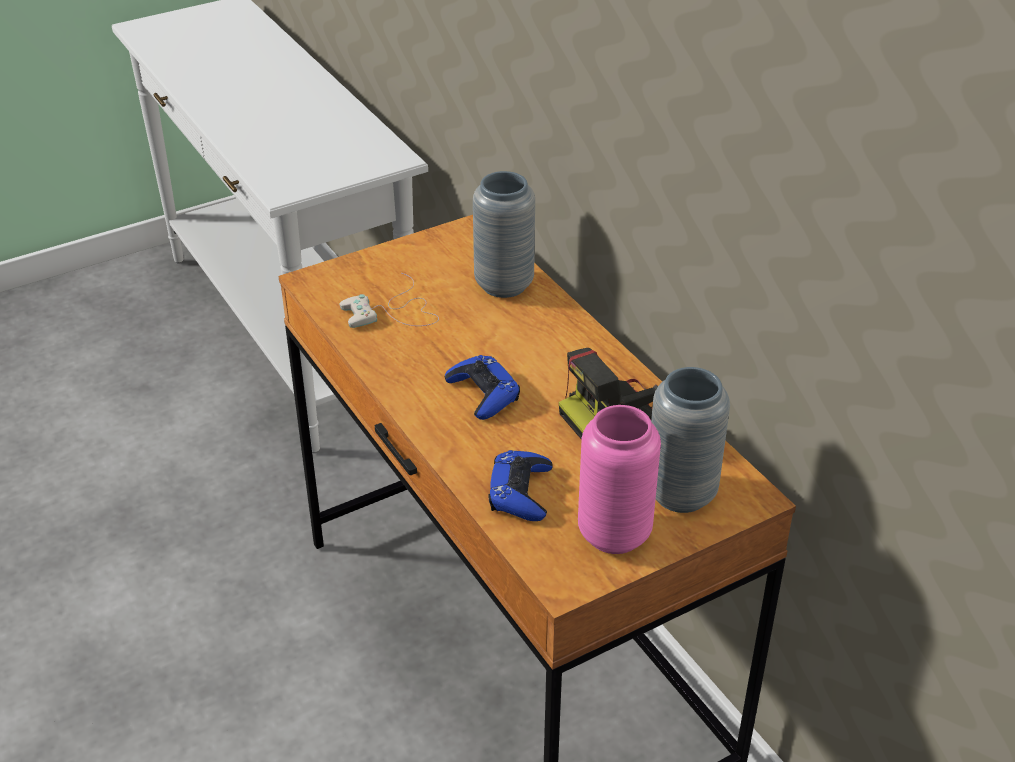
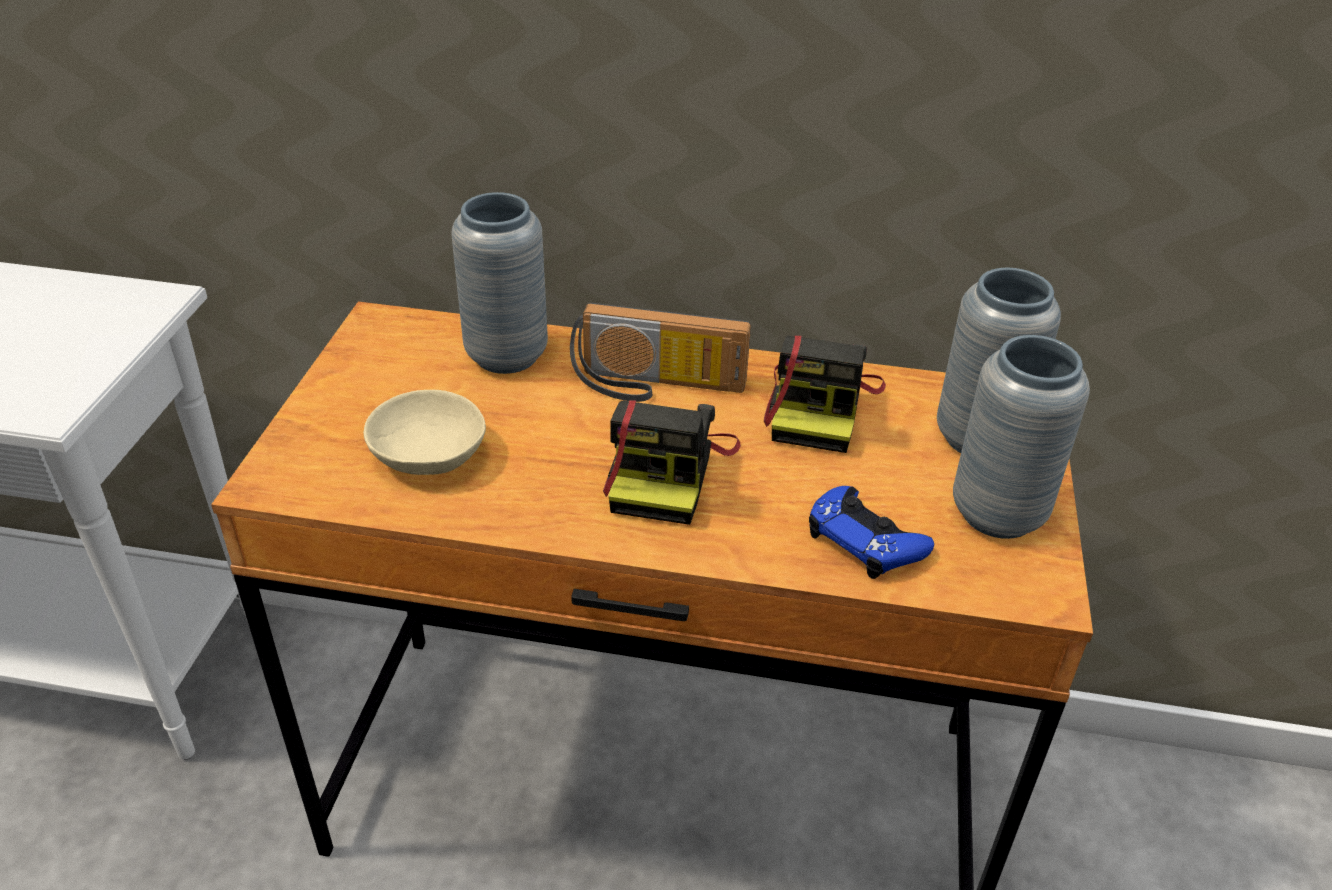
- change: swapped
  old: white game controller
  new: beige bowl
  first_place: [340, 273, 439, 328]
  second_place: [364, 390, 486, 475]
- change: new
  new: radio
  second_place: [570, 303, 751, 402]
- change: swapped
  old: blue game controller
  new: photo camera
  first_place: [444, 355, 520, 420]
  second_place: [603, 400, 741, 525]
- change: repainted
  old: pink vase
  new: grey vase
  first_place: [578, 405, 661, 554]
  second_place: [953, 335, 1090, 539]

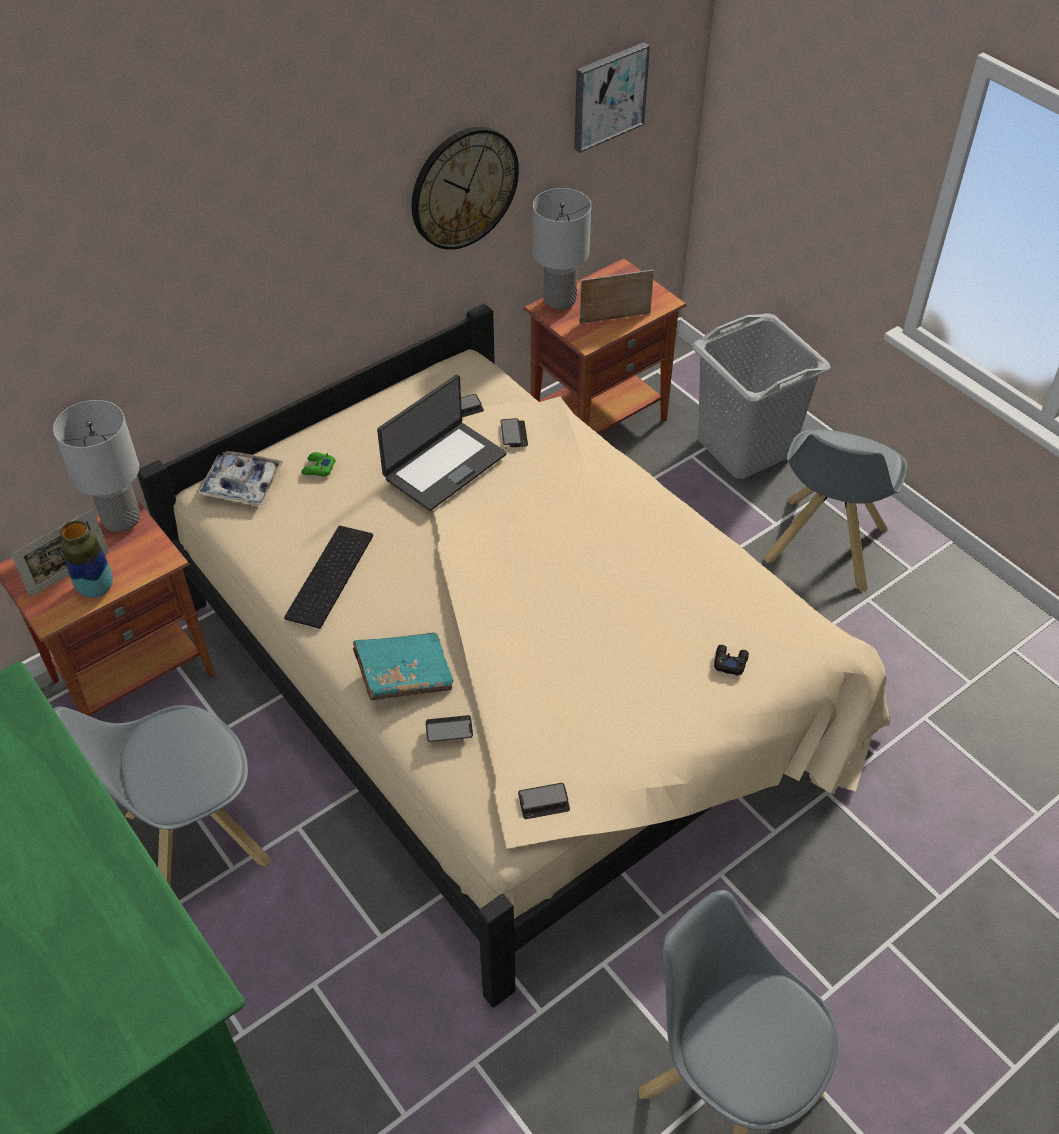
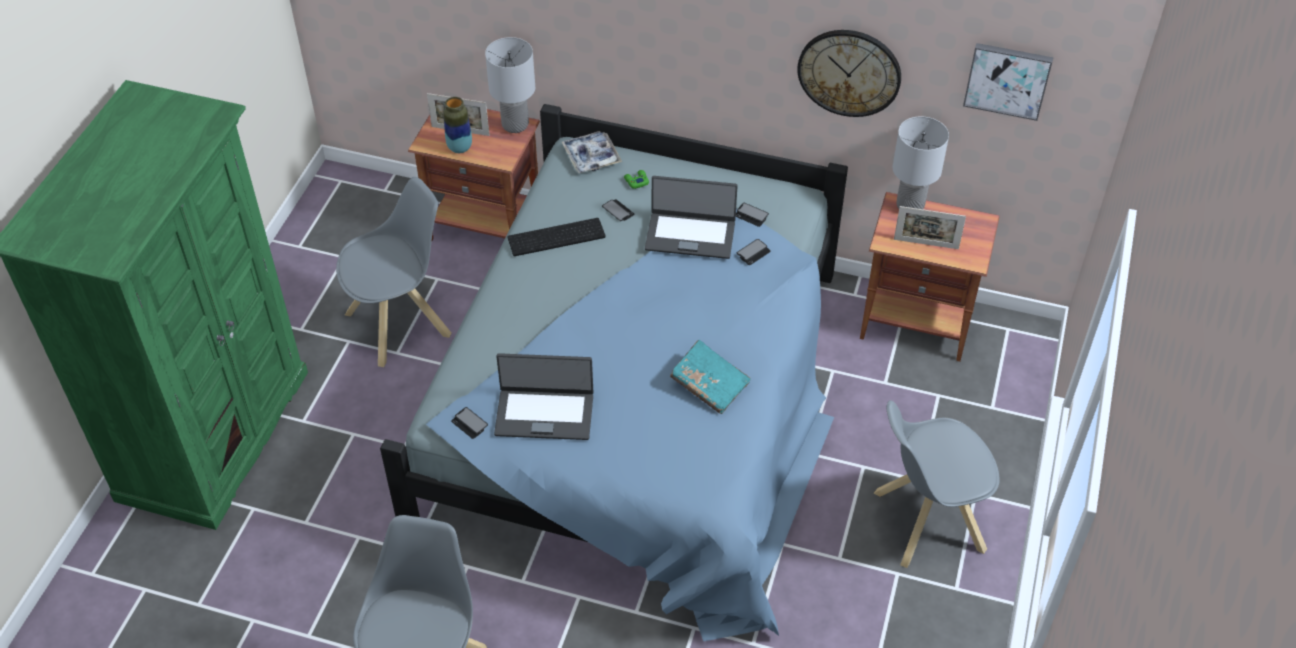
- change: rotated
  old: grey chair
  first_place: [54, 705, 272, 887]
  second_place: [336, 177, 451, 367]
  degrees: 120
- change: repainted
  old: beige bed
  new: blue bed
  first_place: [138, 304, 890, 1007]
  second_place: [380, 104, 848, 641]
- change: new
  new: laptop
  second_place: [494, 353, 593, 440]
- change: shifted
  old: phone
  first_place: [426, 715, 473, 742]
  second_place: [602, 199, 634, 221]
- change: shifted
  old: turquoise book
  first_place: [353, 632, 454, 700]
  second_place: [670, 340, 751, 414]
- change: rotated
  old: picture frame
  first_place: [579, 269, 654, 324]
  second_place: [894, 206, 966, 249]
  degrees: 150
- change: gone
  old: grey laundry basket
  first_place: [692, 314, 830, 479]
- change: gone
  old: black game controller
  first_place: [714, 645, 749, 676]

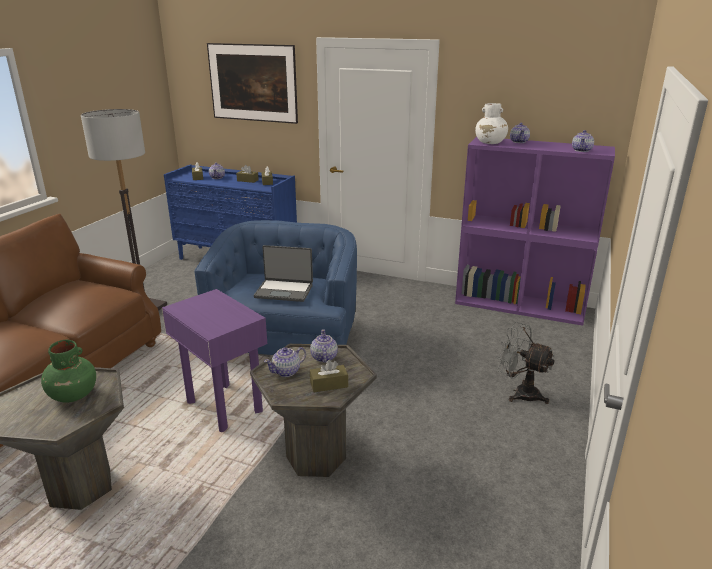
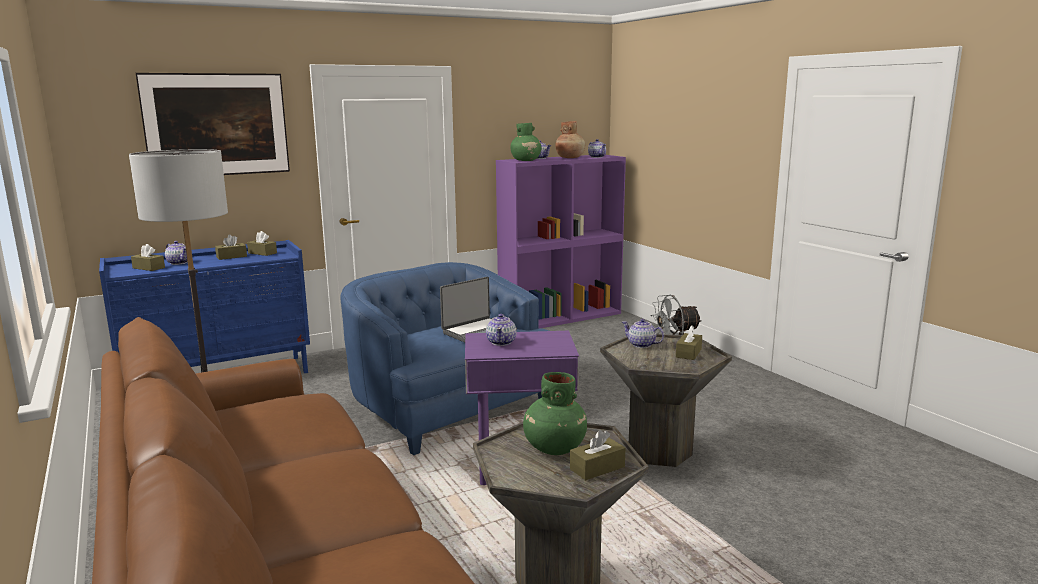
- change: shifted
  old: teapot
  first_place: [264, 347, 306, 377]
  second_place: [486, 314, 516, 346]
- change: repainted
  old: white vase
  new: green vase
  first_place: [475, 103, 508, 144]
  second_place: [510, 123, 541, 161]
- change: new
  new: brown vase
  second_place: [555, 121, 585, 158]
- change: new
  new: brown tissue box
  second_place: [570, 430, 626, 480]

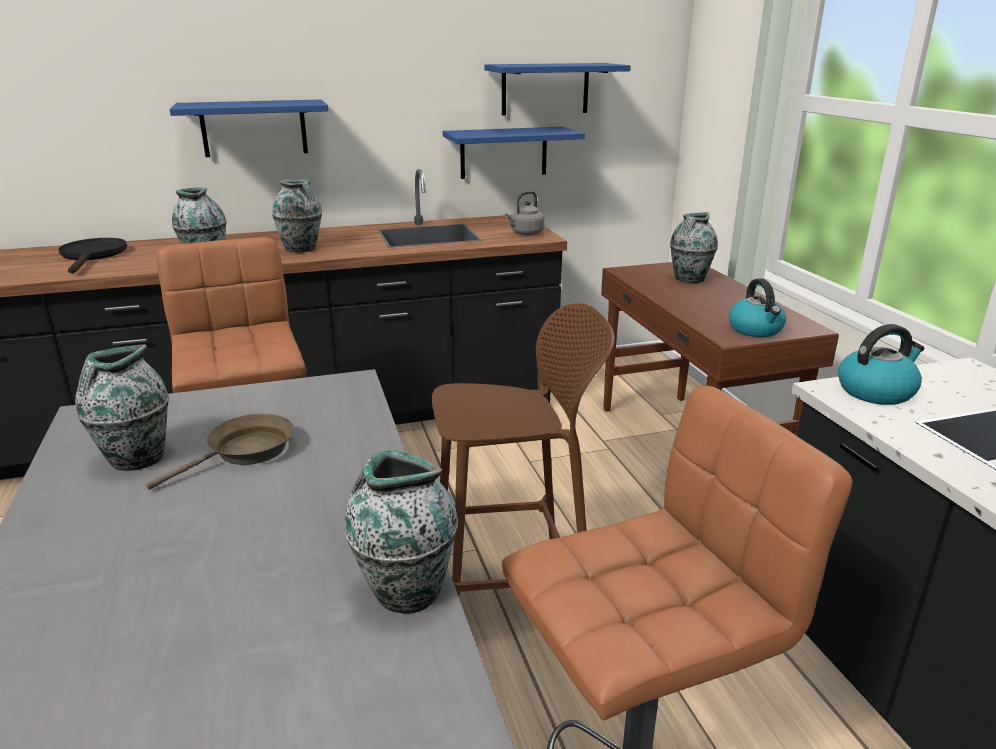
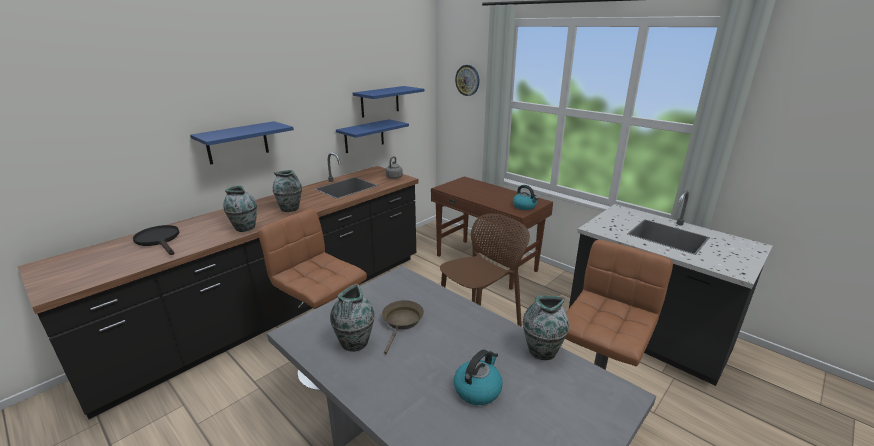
- change: shifted
  old: kettle
  first_place: [838, 324, 924, 405]
  second_place: [454, 350, 503, 405]
- change: new
  new: wall clock
  second_place: [455, 65, 480, 96]
- change: gone
  old: vase
  first_place: [670, 212, 718, 283]

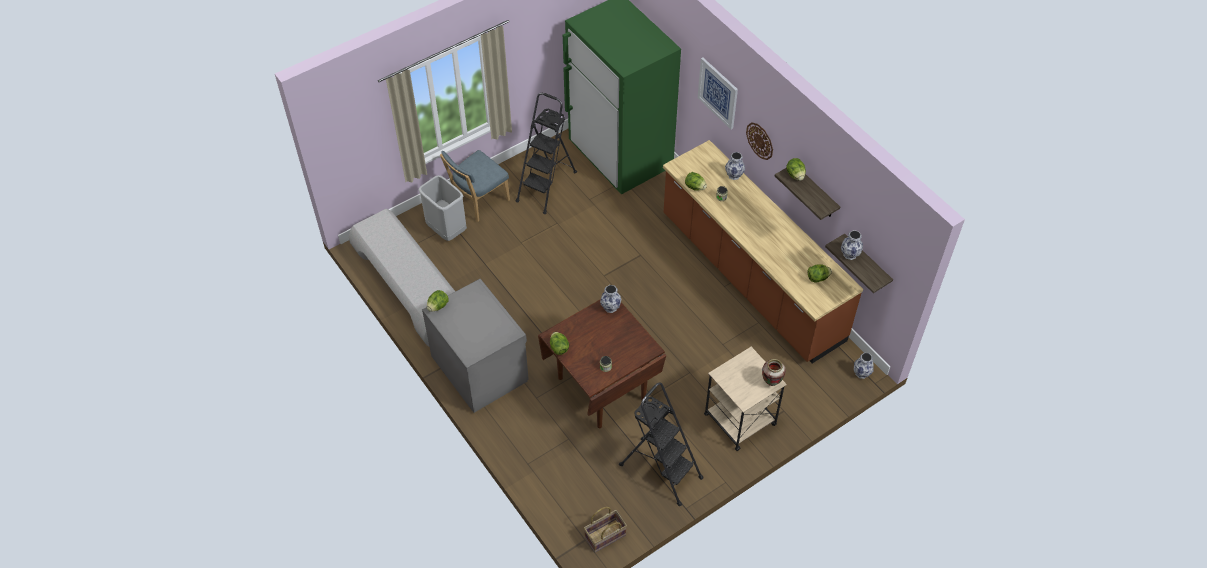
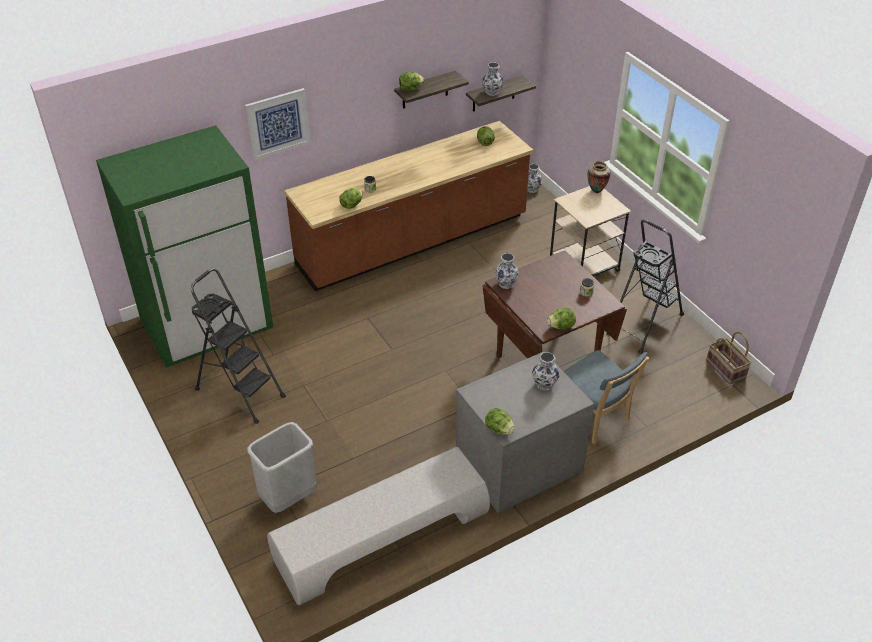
- change: shifted
  old: vase
  first_place: [725, 152, 745, 180]
  second_place: [532, 352, 559, 391]
- change: shifted
  old: blue chair
  first_place: [440, 150, 510, 222]
  second_place: [564, 350, 649, 444]
- change: gone
  old: wall clock
  first_place: [746, 122, 773, 160]

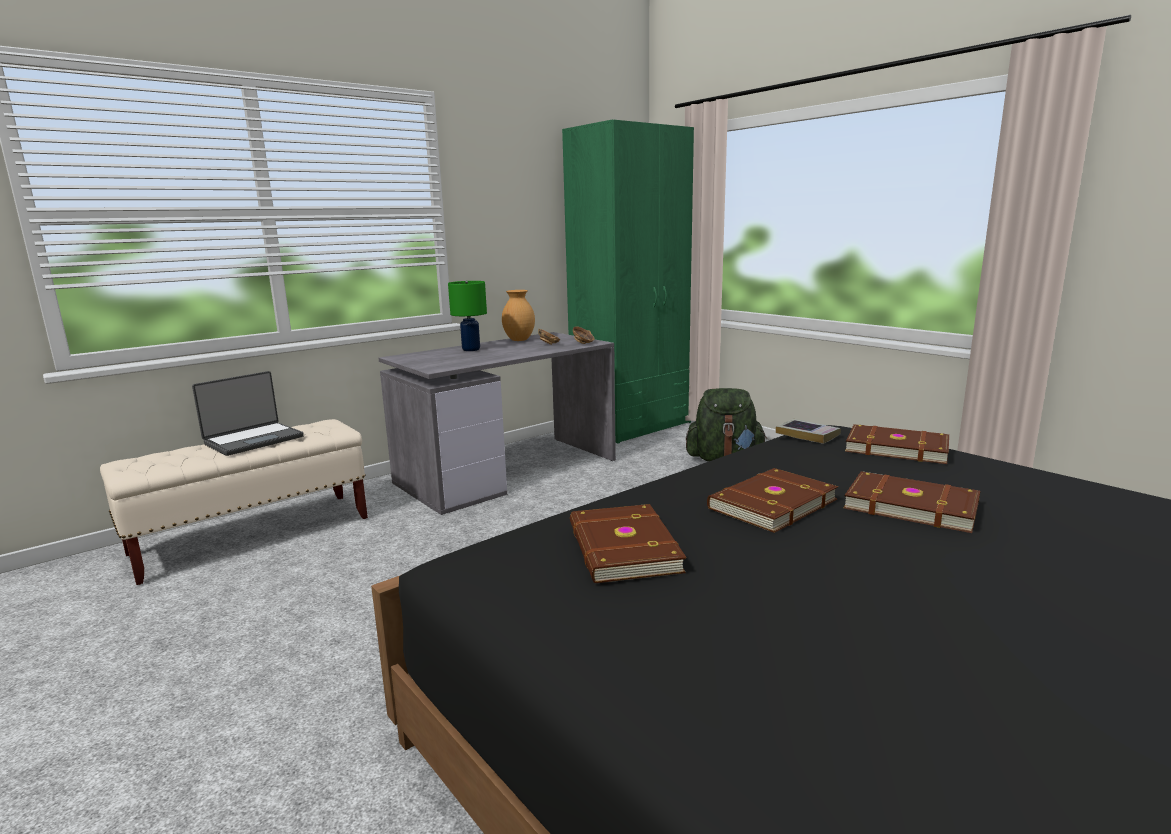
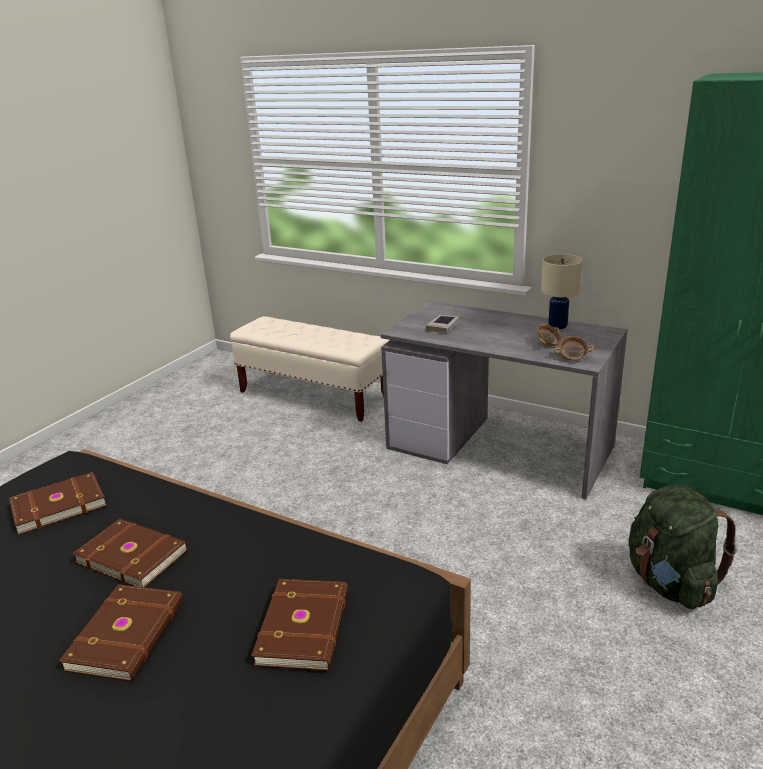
- change: shifted
  old: book
  first_place: [776, 418, 841, 444]
  second_place: [426, 315, 460, 333]
- change: swapped
  old: brown vase
  new: beige table lamp
  first_place: [502, 290, 535, 341]
  second_place: [541, 254, 582, 330]
- change: gone
  old: laptop
  first_place: [192, 371, 304, 456]
- change: gone
  old: green table lamp
  first_place: [448, 281, 487, 351]

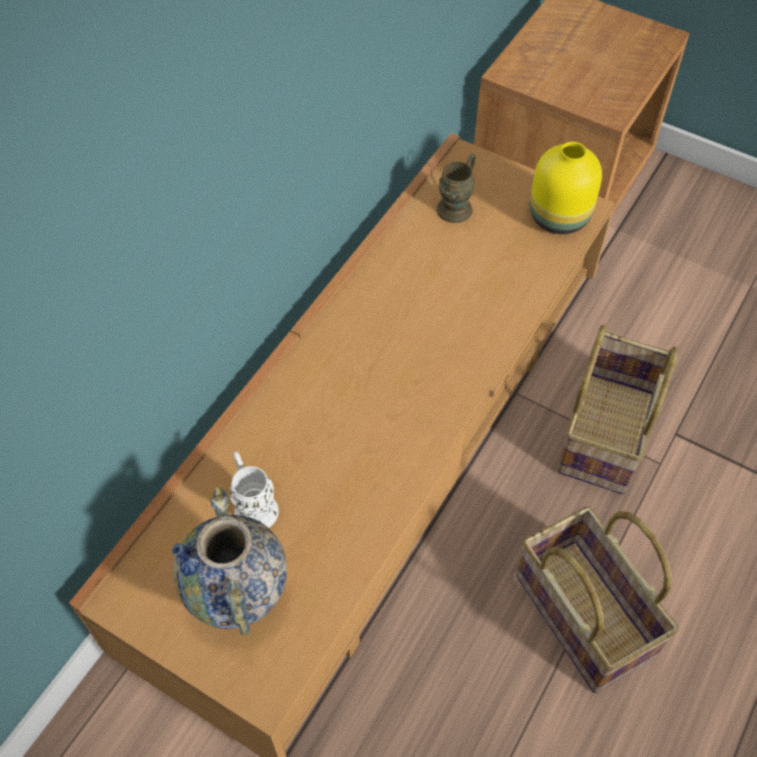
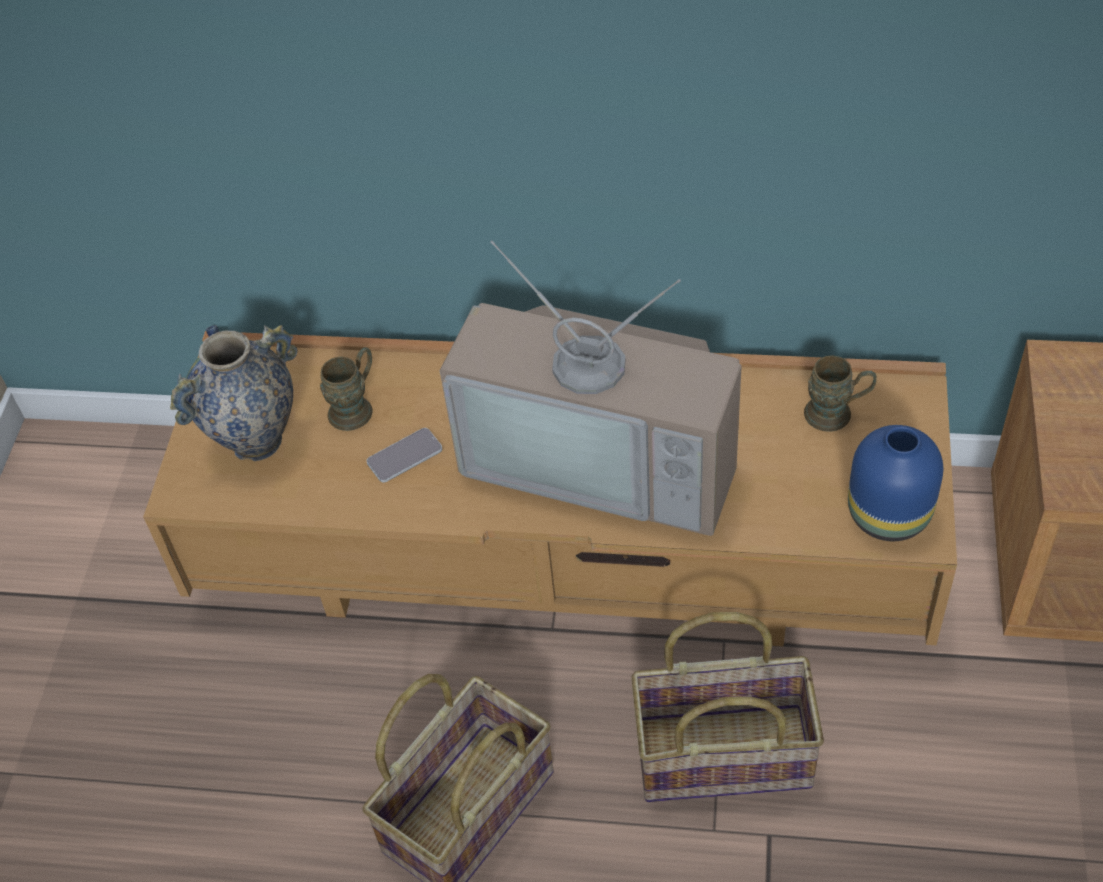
- change: repainted
  old: white mug
  new: brown mug
  first_place: [230, 451, 279, 528]
  second_place: [320, 347, 373, 431]
- change: new
  new: phone
  second_place: [366, 428, 442, 483]
- change: new
  new: television
  second_place: [440, 240, 742, 536]
- change: repainted
  old: yellow vase
  new: blue vase
  first_place: [530, 142, 602, 234]
  second_place: [848, 425, 943, 541]

